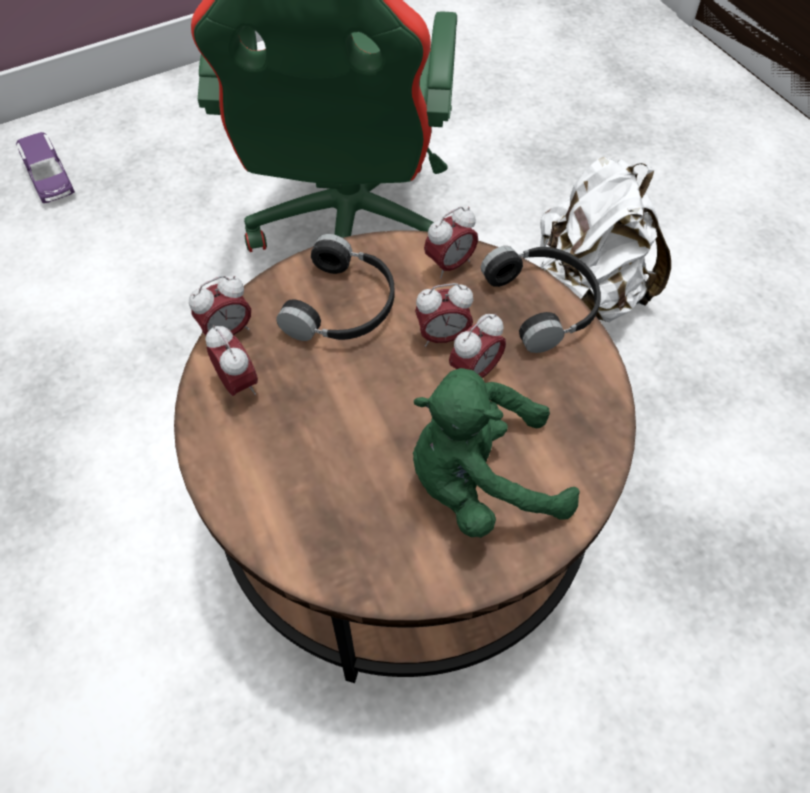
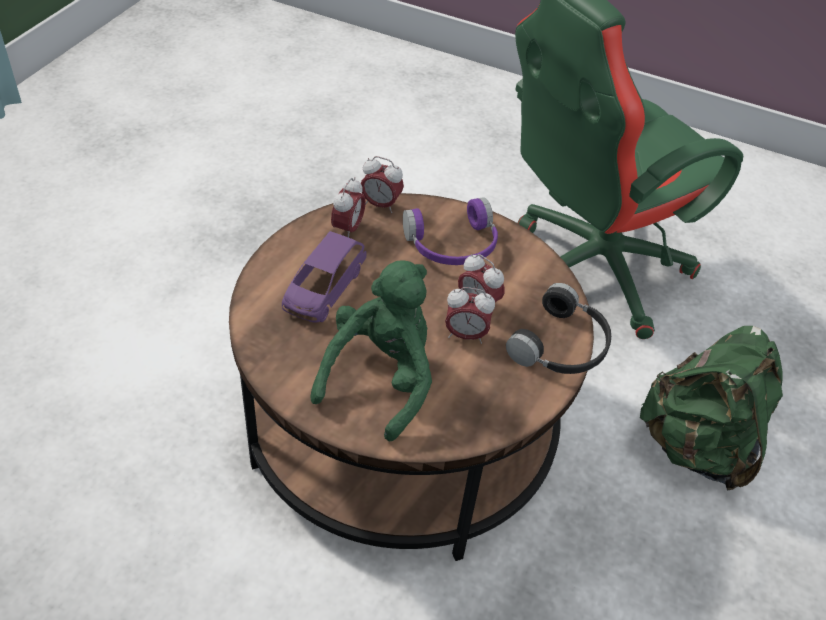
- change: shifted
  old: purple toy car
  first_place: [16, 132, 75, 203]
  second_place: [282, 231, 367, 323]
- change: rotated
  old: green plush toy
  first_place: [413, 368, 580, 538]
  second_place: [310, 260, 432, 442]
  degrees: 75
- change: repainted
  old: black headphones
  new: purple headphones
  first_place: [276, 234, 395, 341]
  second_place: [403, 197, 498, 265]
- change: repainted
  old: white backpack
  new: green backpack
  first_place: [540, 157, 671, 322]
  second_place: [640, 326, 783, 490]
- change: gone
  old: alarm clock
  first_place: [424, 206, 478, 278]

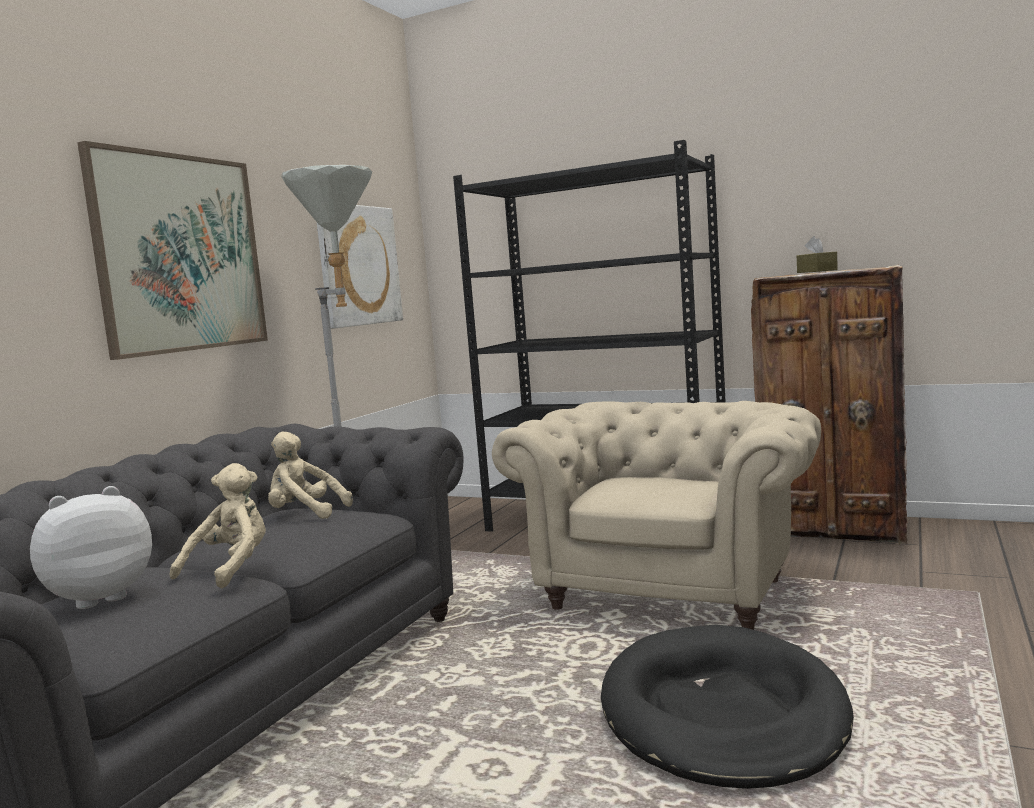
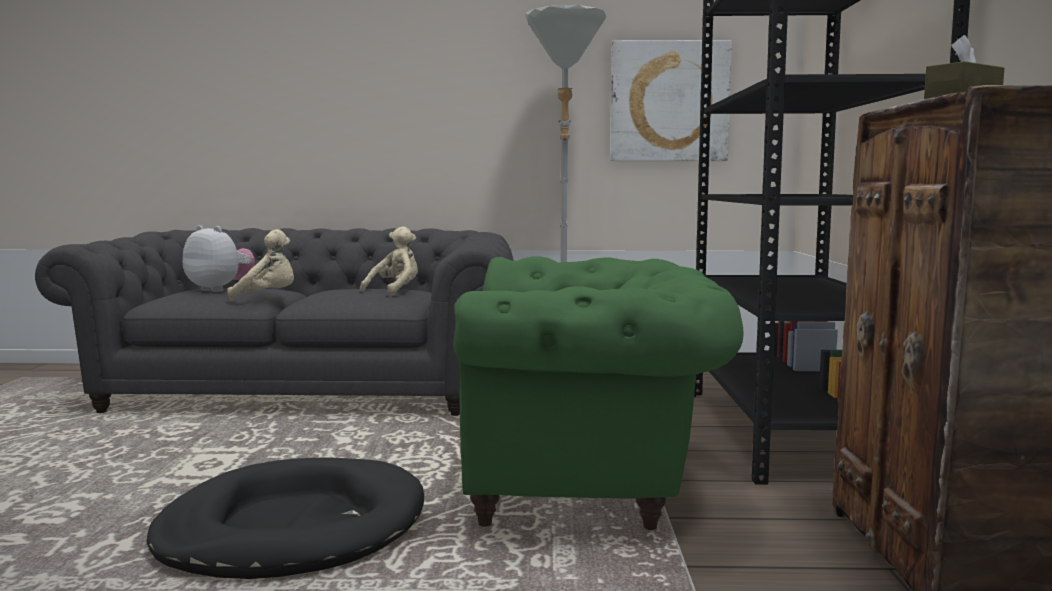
- change: rotated
  old: beige plush toy
  first_place: [268, 432, 353, 519]
  second_place: [360, 226, 418, 297]
  degrees: 45
- change: repainted
  old: beige armchair
  new: green armchair
  first_place: [492, 401, 821, 630]
  second_place: [453, 257, 743, 530]
- change: gone
  old: picture
  first_place: [77, 141, 268, 360]

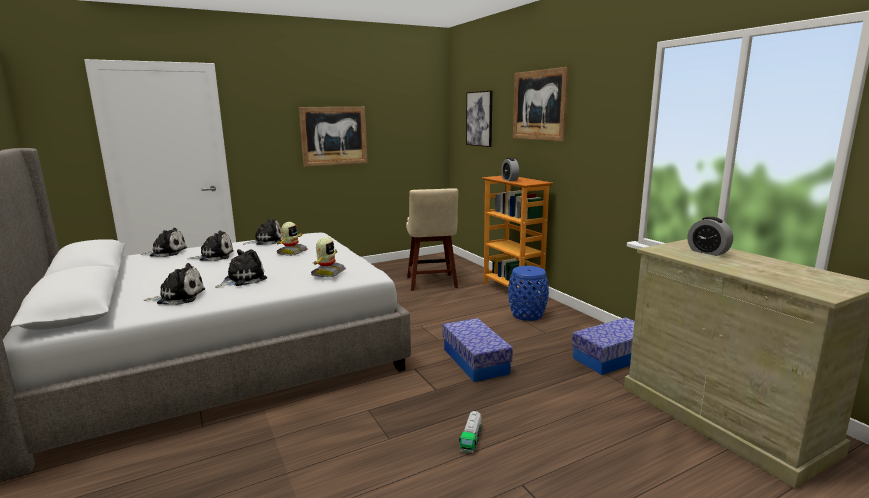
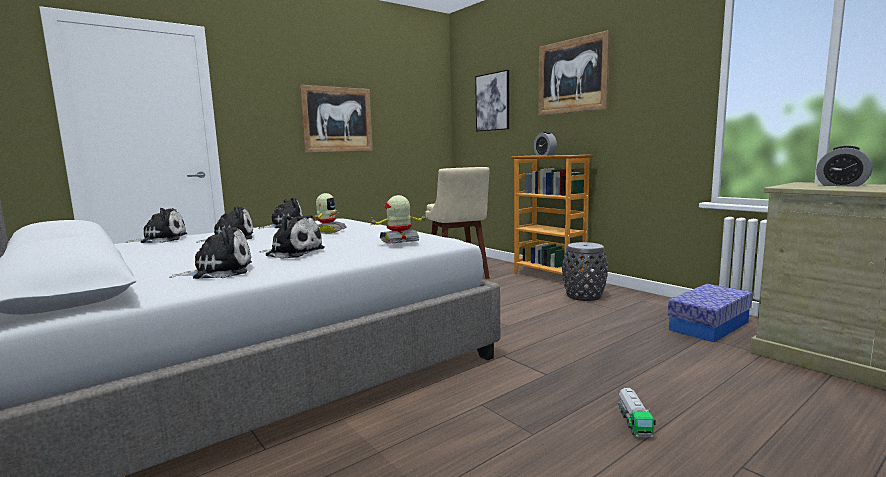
- change: rotated
  old: plush toy
  first_place: [215, 249, 267, 288]
  second_place: [260, 215, 325, 259]
  degrees: 75
- change: rotated
  old: toy robot
  first_place: [311, 237, 346, 277]
  second_place: [371, 195, 427, 244]
  degrees: -120
- change: repainted
  old: blue stool
  new: grey stool
  first_place: [508, 266, 549, 321]
  second_place: [562, 242, 608, 301]
- change: gone
  old: storage box
  first_place: [443, 318, 513, 382]

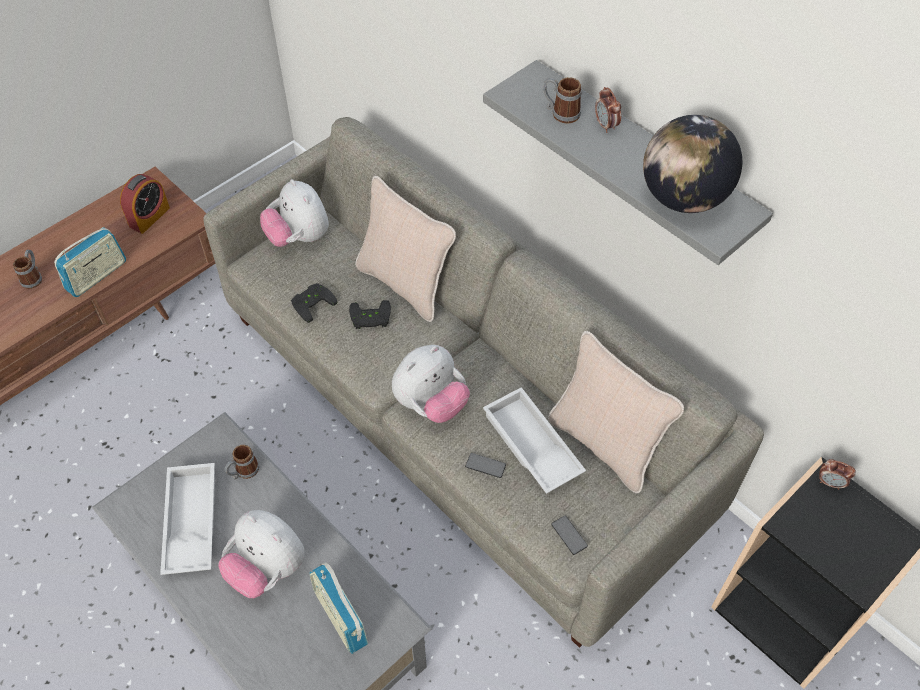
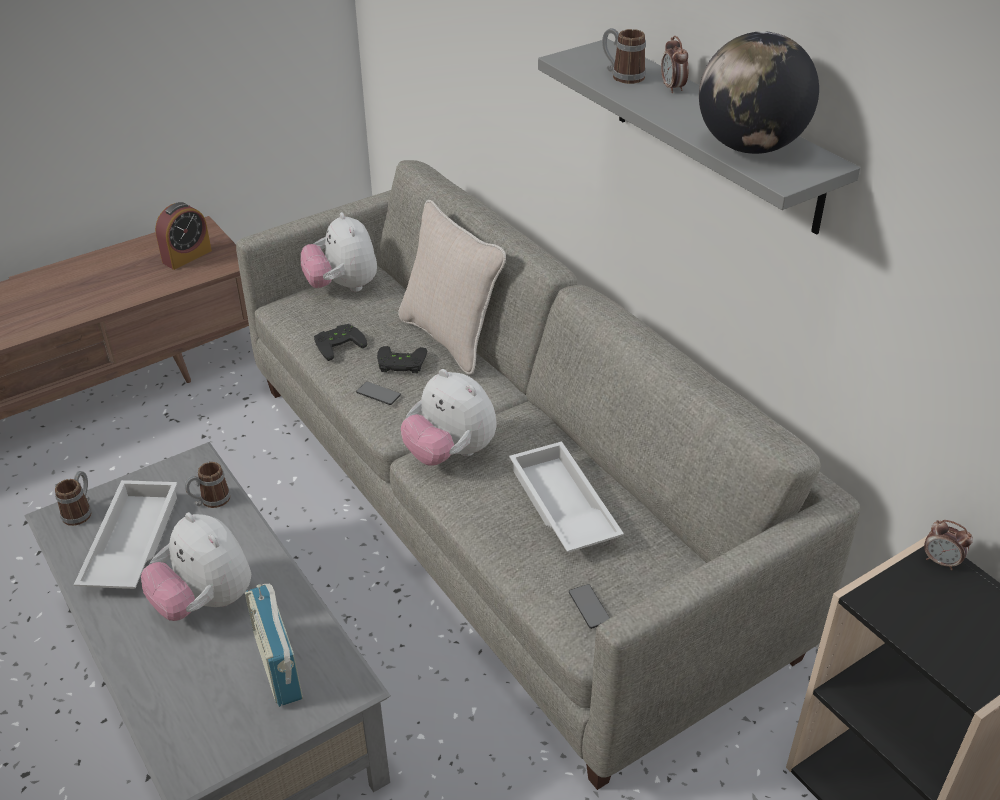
- change: shifted
  old: mug
  first_place: [13, 250, 42, 289]
  second_place: [55, 471, 92, 526]
- change: shifted
  old: phone
  first_place: [465, 453, 506, 478]
  second_place: [356, 382, 401, 405]
- change: rotated
  old: plush toy
  first_place: [392, 345, 470, 423]
  second_place: [401, 369, 497, 466]
  degrees: 75
- change: gone
  old: radio
  first_place: [54, 227, 126, 297]
- change: gone
  old: beige pillow
  first_place: [548, 331, 684, 493]

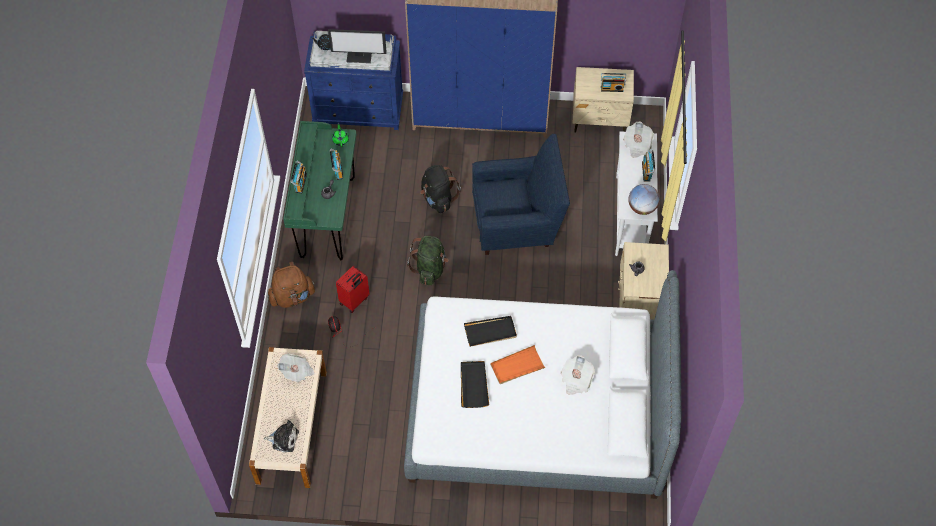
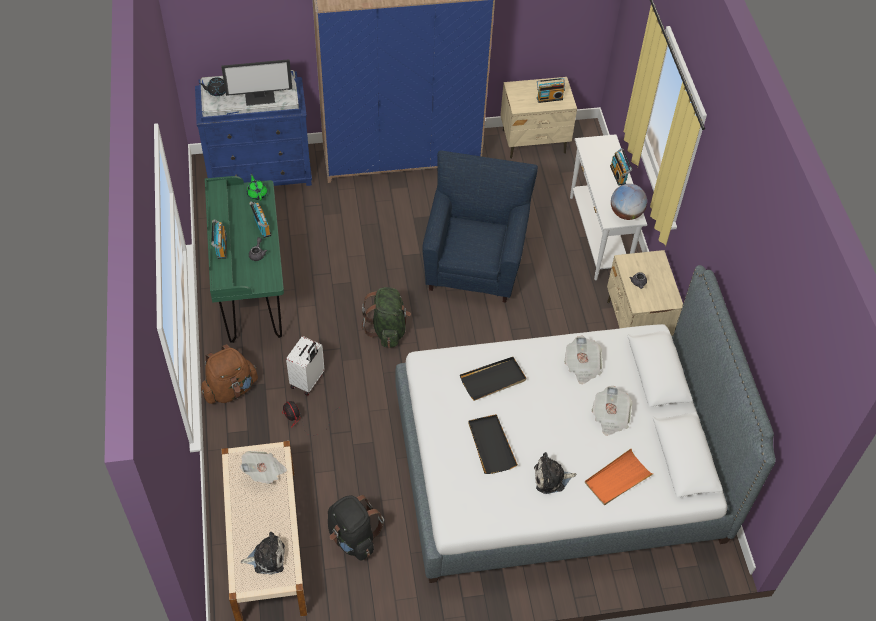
- change: repainted
  old: red suitcase
  new: white suitcase
  first_place: [336, 266, 370, 313]
  second_place: [286, 336, 324, 395]
- change: shifted
  old: black backpack
  first_place: [420, 165, 461, 213]
  second_place: [328, 495, 384, 561]
- change: rotated
  old: blue armchair
  first_place: [472, 134, 570, 255]
  second_place: [422, 150, 538, 303]
  degrees: -60
- change: new
  new: plush toy
  second_place: [534, 452, 576, 494]
- change: shifted
  old: newspaper
  first_place: [623, 122, 654, 158]
  second_place: [564, 336, 602, 384]
- change: shifted
  old: orange tray
  first_place: [490, 345, 546, 384]
  second_place: [585, 448, 653, 505]

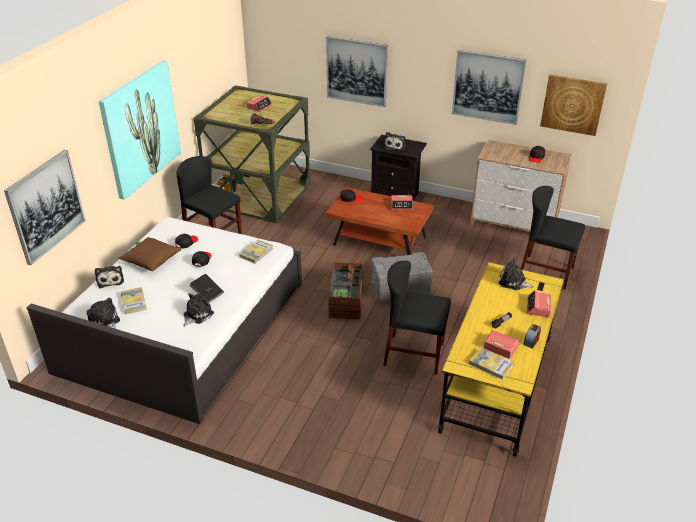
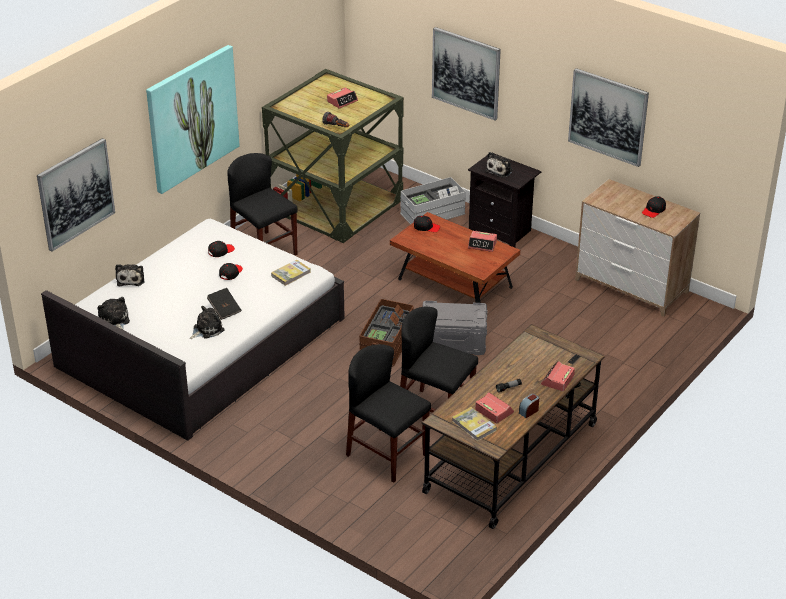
- change: shifted
  old: black chair
  first_place: [521, 186, 585, 289]
  second_place: [346, 344, 431, 483]
- change: new
  new: grey storage box
  second_place: [400, 177, 466, 225]
- change: repainted
  old: yellow desk
  new: brown desk
  first_place: [438, 262, 564, 457]
  second_place: [422, 324, 605, 529]
- change: gone
  old: brown pillow
  first_place: [119, 237, 181, 271]
- change: gone
  old: book
  first_place: [120, 287, 147, 314]
- change: gone
  old: plush toy
  first_place: [498, 258, 534, 290]
- change: gone
  old: picture
  first_place: [540, 75, 607, 136]

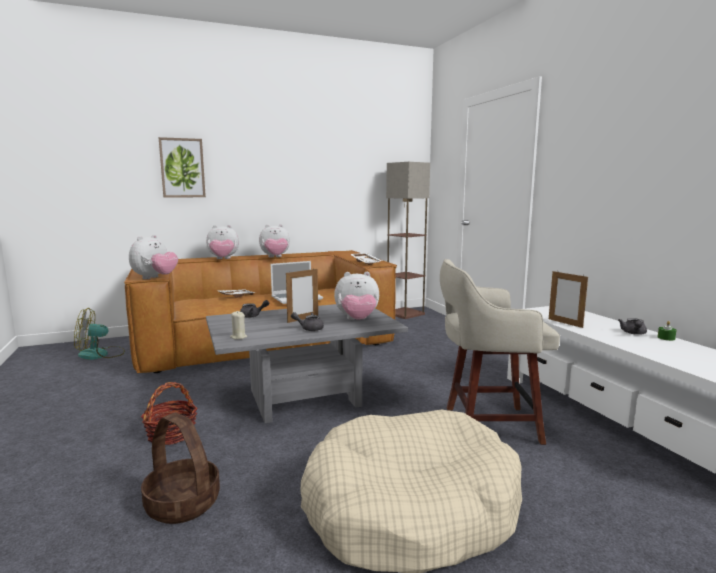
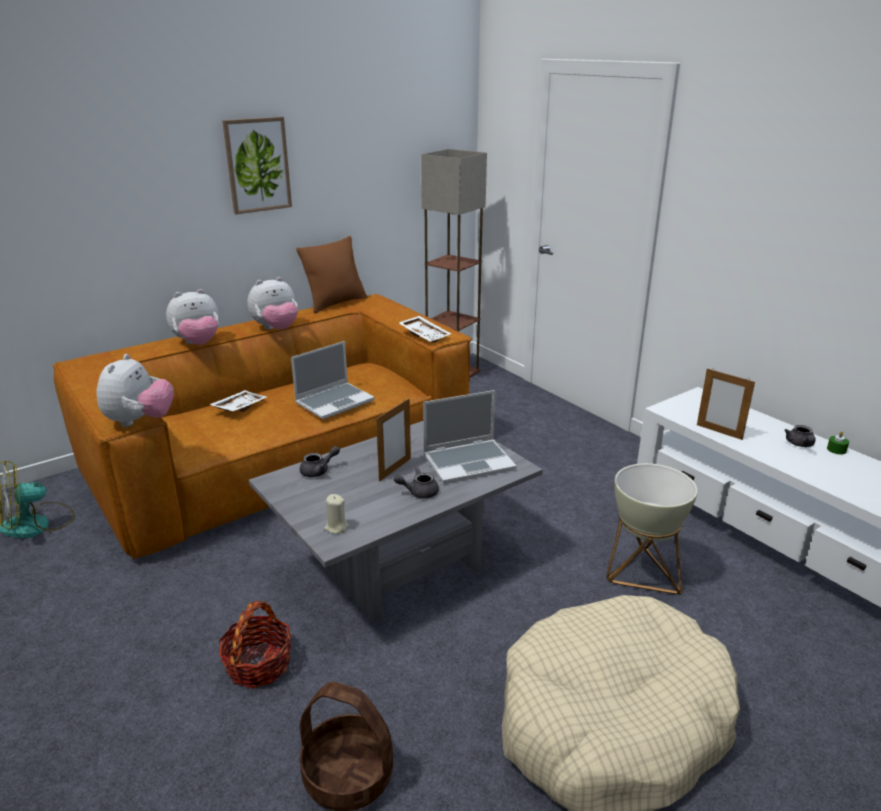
- change: shifted
  old: picture
  first_place: [159, 137, 206, 198]
  second_place: [222, 117, 292, 214]
- change: new
  new: brown pillow
  second_place: [296, 236, 367, 314]
- change: swapped
  old: plush toy
  new: laptop
  first_place: [334, 272, 379, 320]
  second_place: [423, 390, 517, 484]
- change: swapped
  old: beige stool
  new: planter
  first_place: [440, 259, 560, 445]
  second_place: [606, 463, 698, 594]

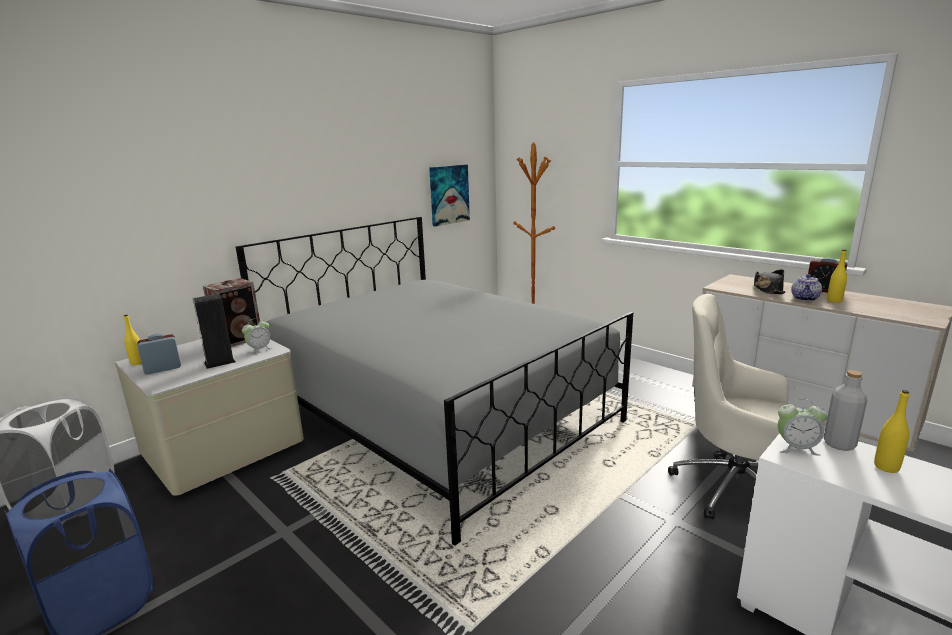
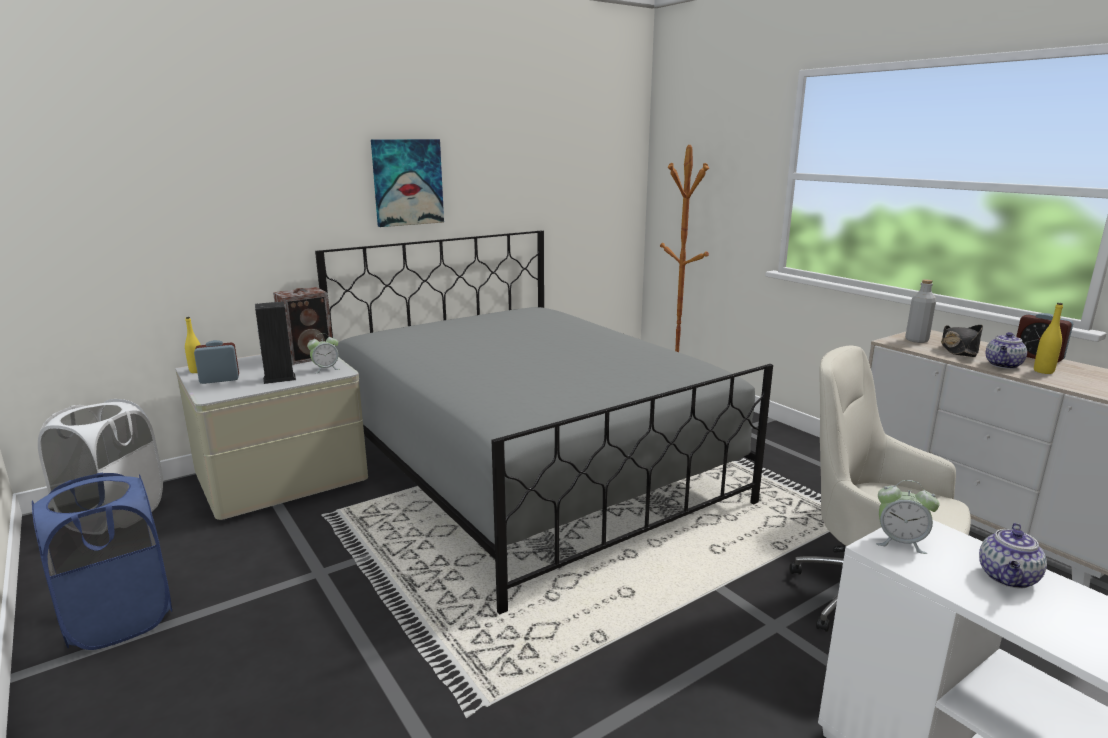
- change: shifted
  old: picture
  first_place: [429, 164, 470, 226]
  second_place: [371, 139, 444, 227]
- change: shifted
  old: grey bottle
  first_place: [824, 370, 868, 451]
  second_place: [905, 279, 936, 343]
- change: swapped
  old: yellow bottle
  new: teapot
  first_place: [874, 390, 910, 473]
  second_place: [979, 523, 1047, 589]

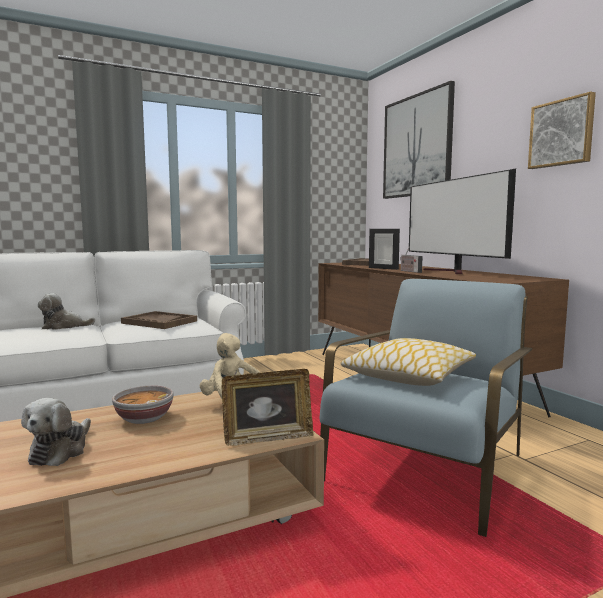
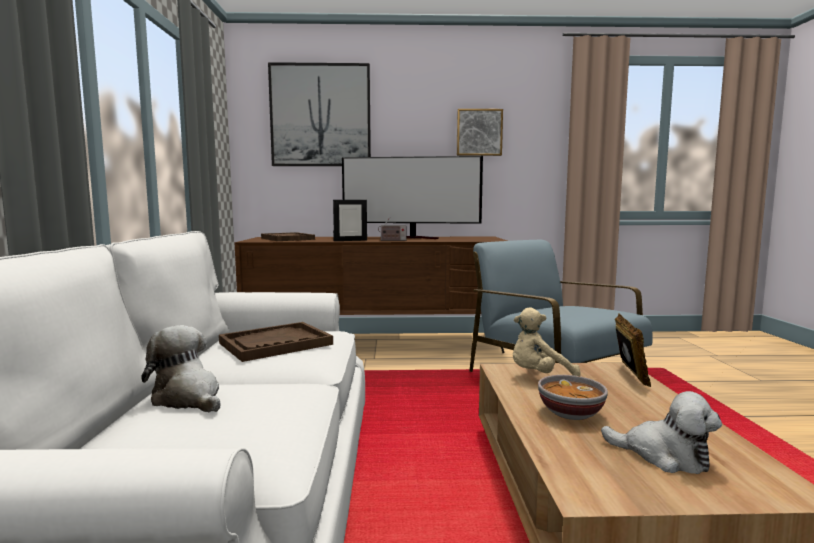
- change: rotated
  old: plush toy
  first_place: [38, 293, 95, 330]
  second_place: [142, 325, 220, 412]
  degrees: 120
- change: gone
  old: pillow
  first_place: [341, 338, 476, 386]

